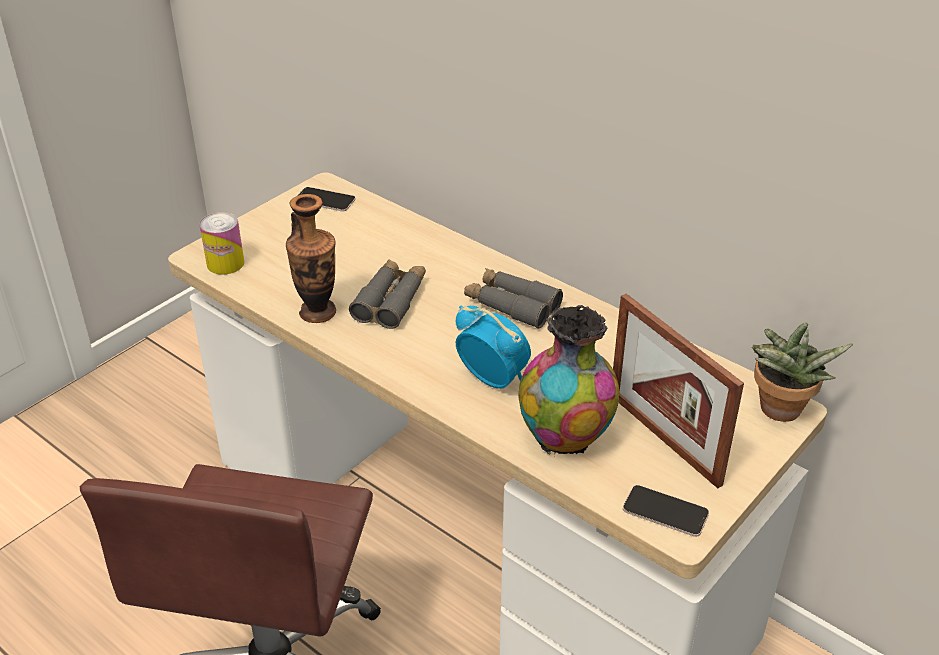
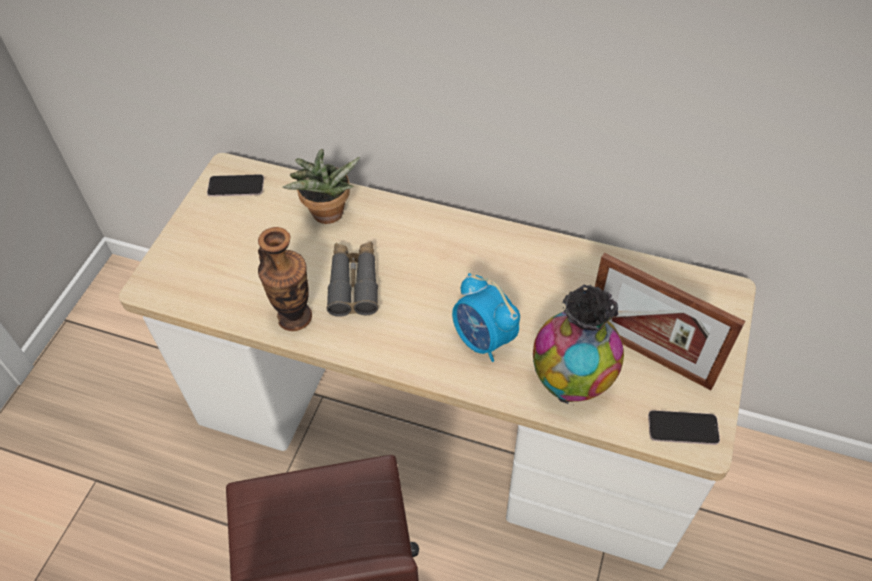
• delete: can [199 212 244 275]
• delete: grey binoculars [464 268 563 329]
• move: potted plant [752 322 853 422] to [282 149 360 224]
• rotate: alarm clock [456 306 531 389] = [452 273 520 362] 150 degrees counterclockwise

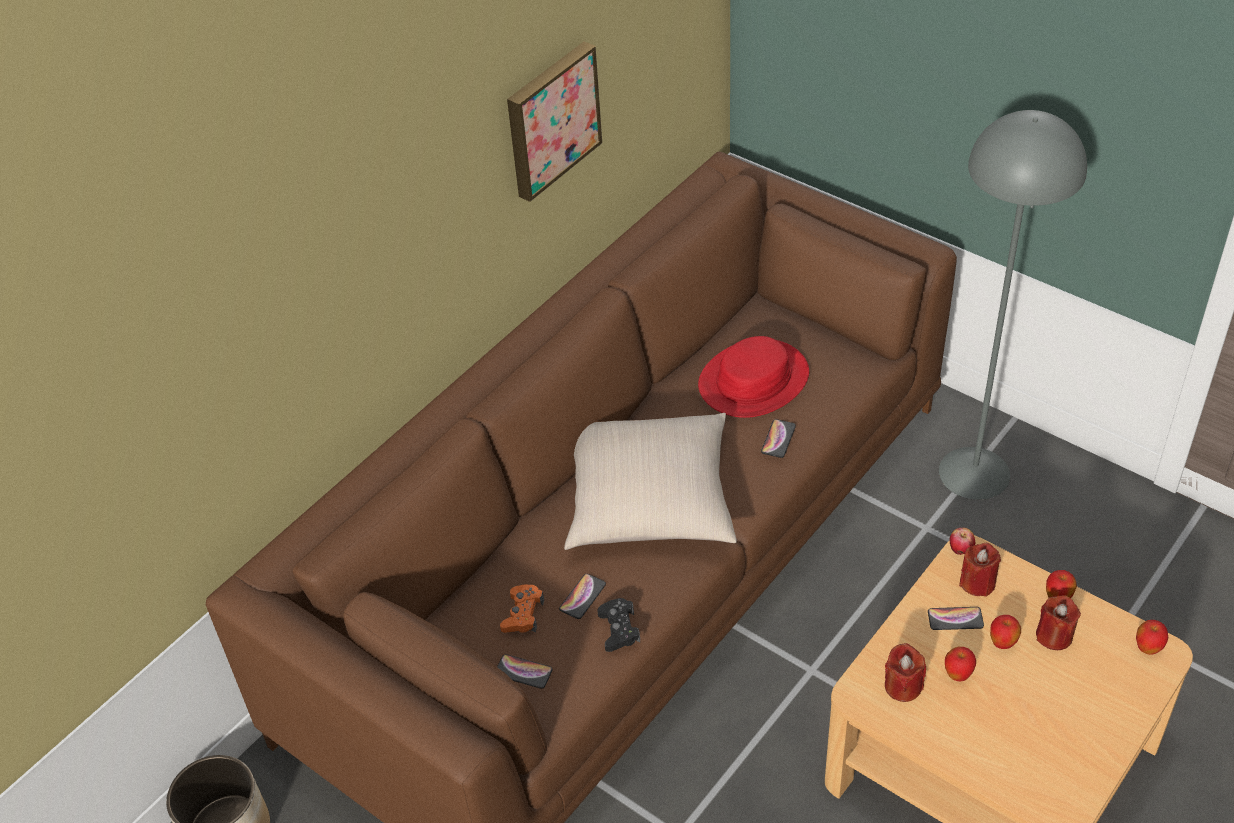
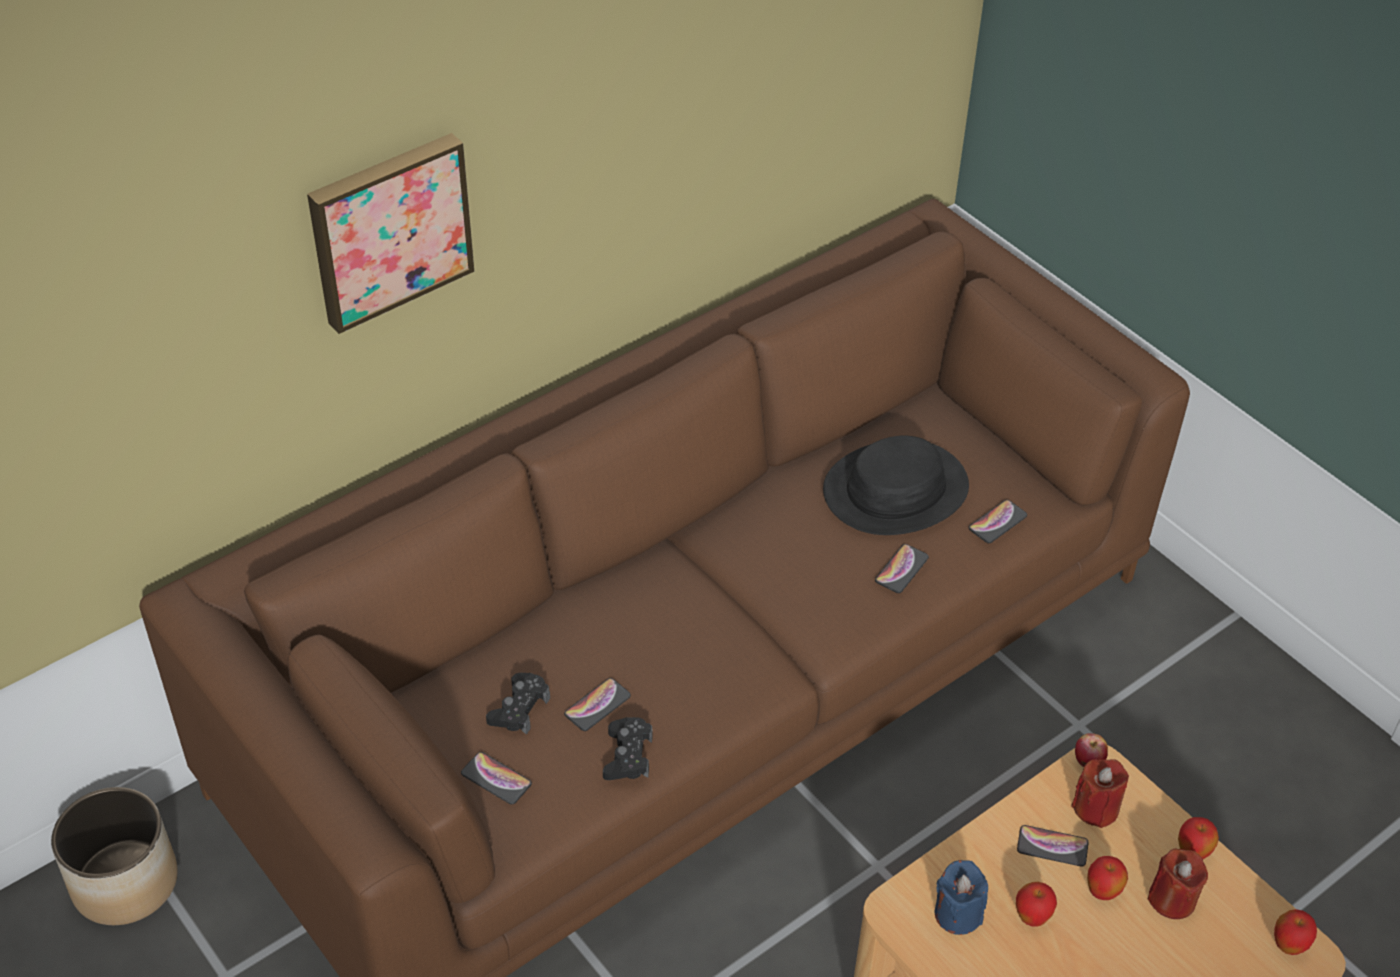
• delete: beige pillow [564 413 737 550]
• delete: grey floor lamp [939 110 1087 500]
• insert: phone [969 500 1027 543]
• move: picture [507 42 602 202] to [307 133 474 334]
• recolor: orange game controller [500 584 544 633] to black game controller [486 673 550 735]
• recolor: red hat [698 336 809 418] to black hat [823 436 969 535]
• recolor: red candle [885 643 926 702] to blue candle [935 860 988 935]

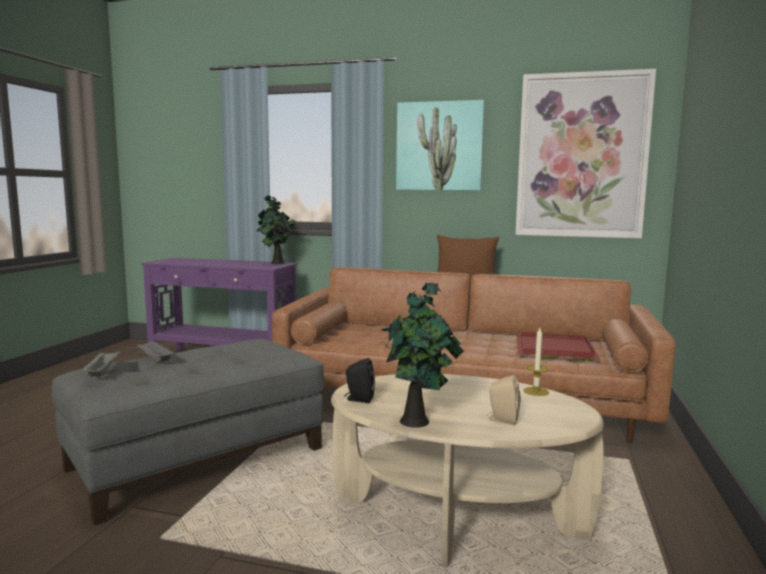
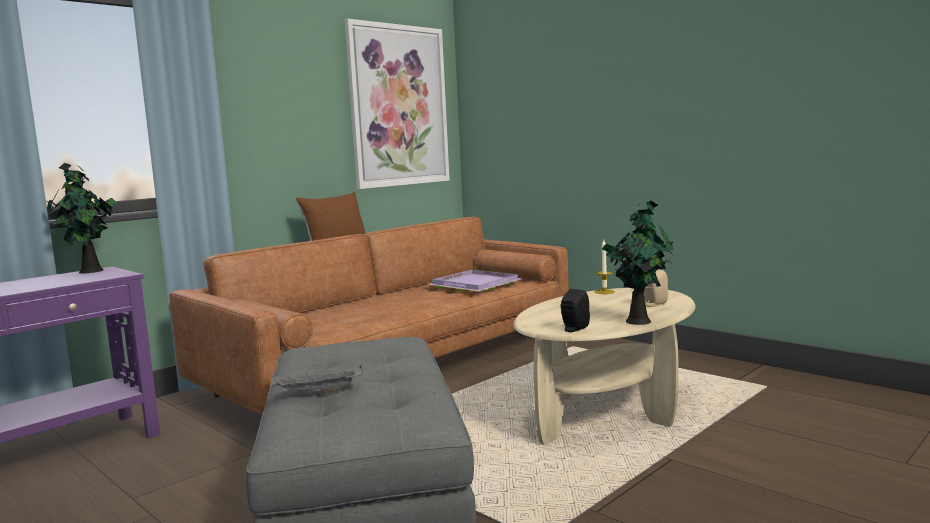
• delete: grey tray [81 351 121 376]
• delete: picture [396 100 484 190]
• recolor: red tray [517 332 600 361] to purple tray [428 269 522 291]

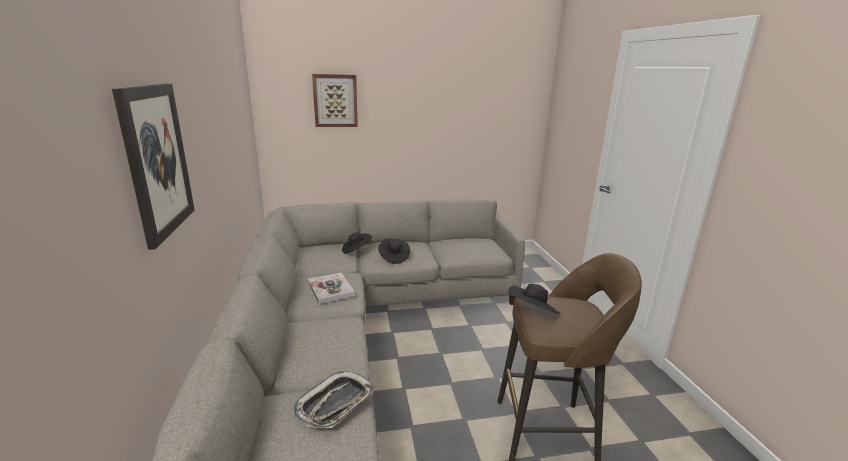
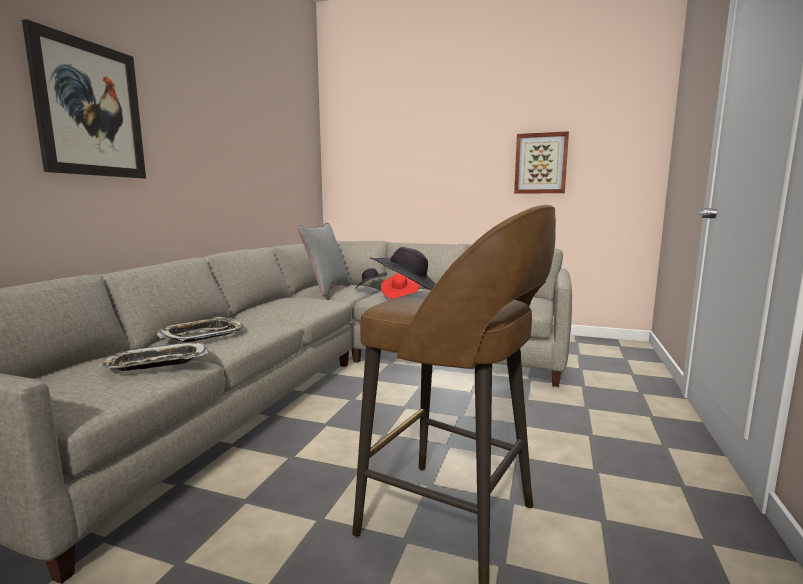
• delete: book [308 273 355 304]
• insert: tray [157 317 245 342]
• insert: grey pillow [297 223 351 297]
• move: picture [312 74 358 127] to [514 131 569 194]
• recolor: black hat [378 238 410 264] to red hat [381 273 420 299]

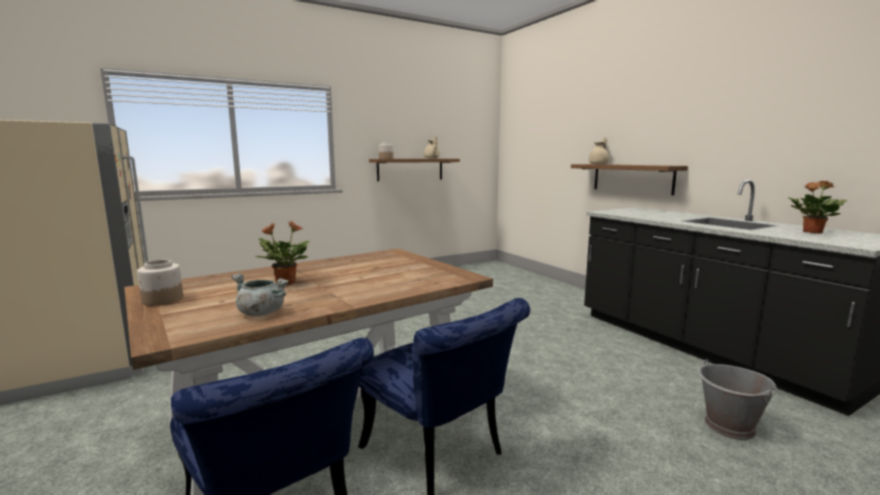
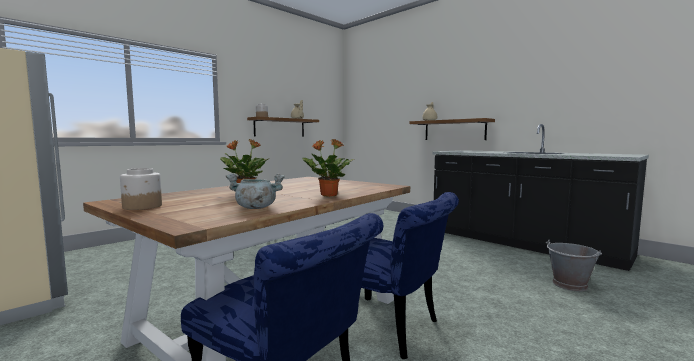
• move: potted plant [788 181 847 234] to [302 139 354 197]

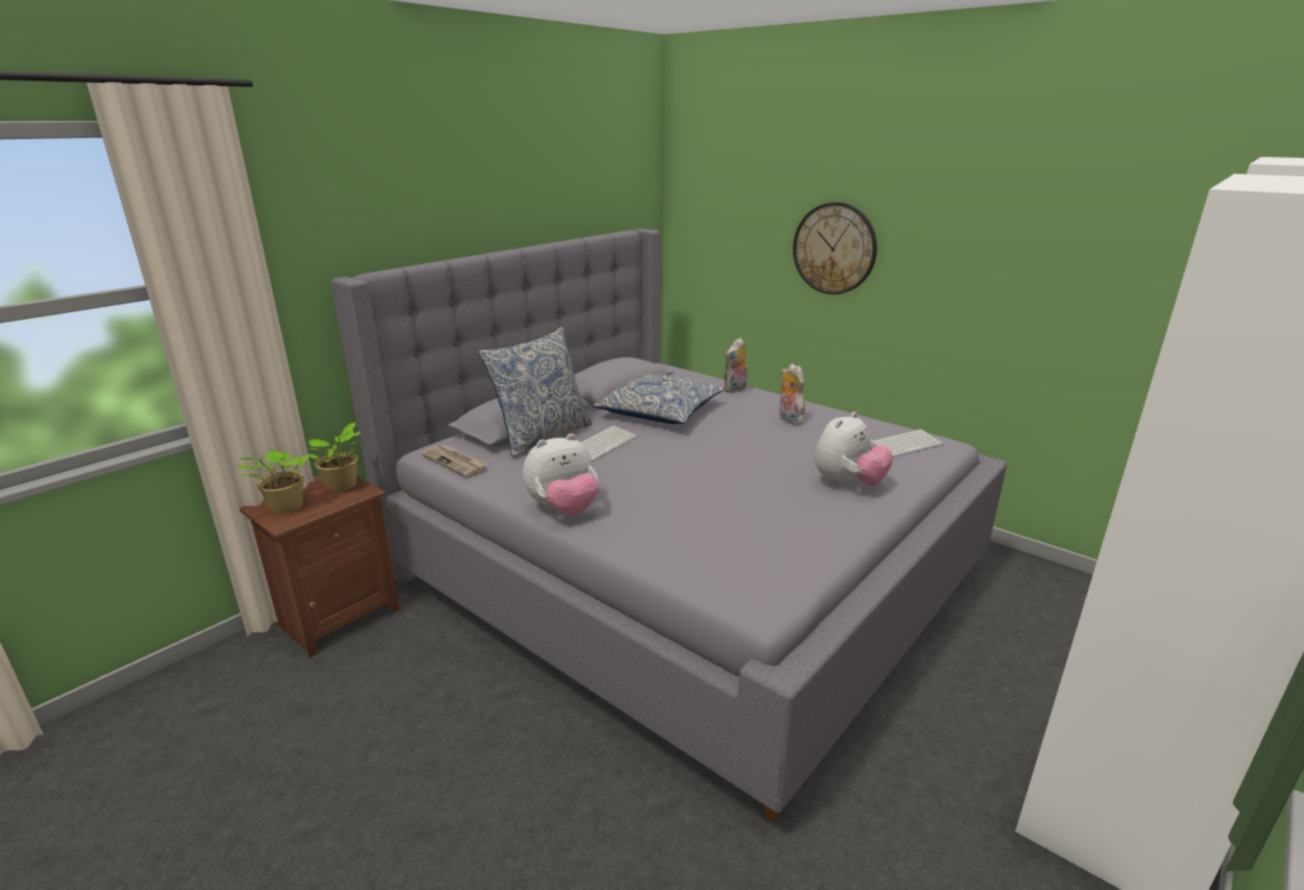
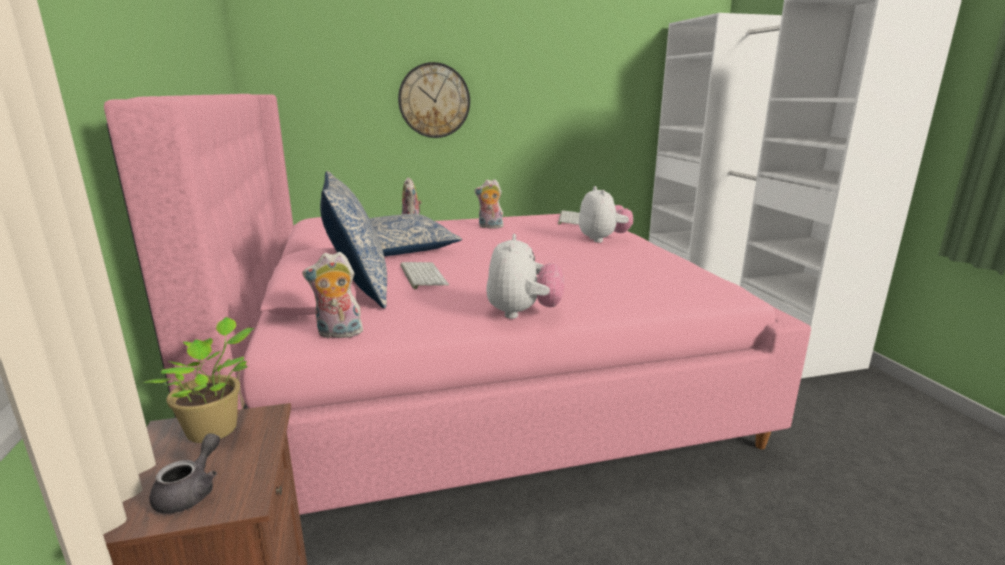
• replace: potted plant [236 450 309 514] to grey teapot [149 433 220 514]
• replace: newspaper [421 445 487 477] to plush toy [302 252 363 339]
• recolor: grey bed [331 229 1007 822] to pink bed [104 94 811 515]

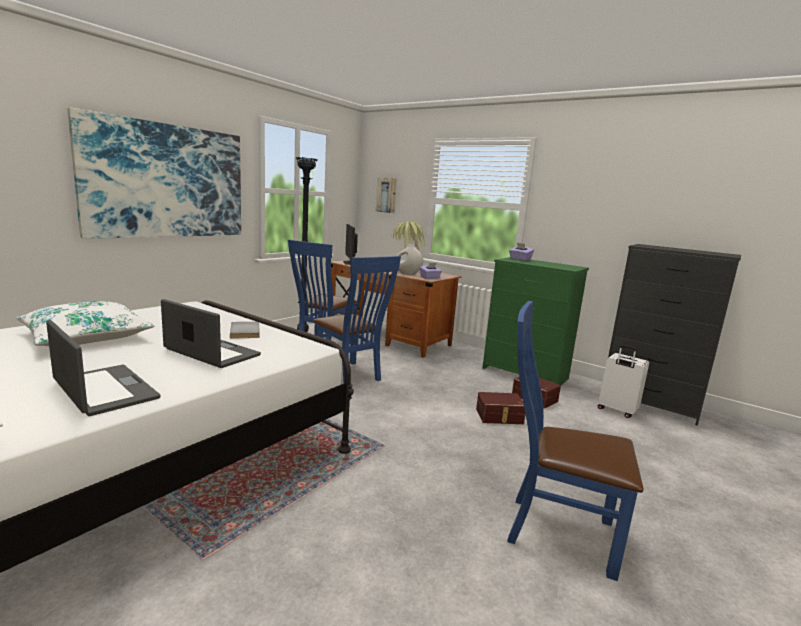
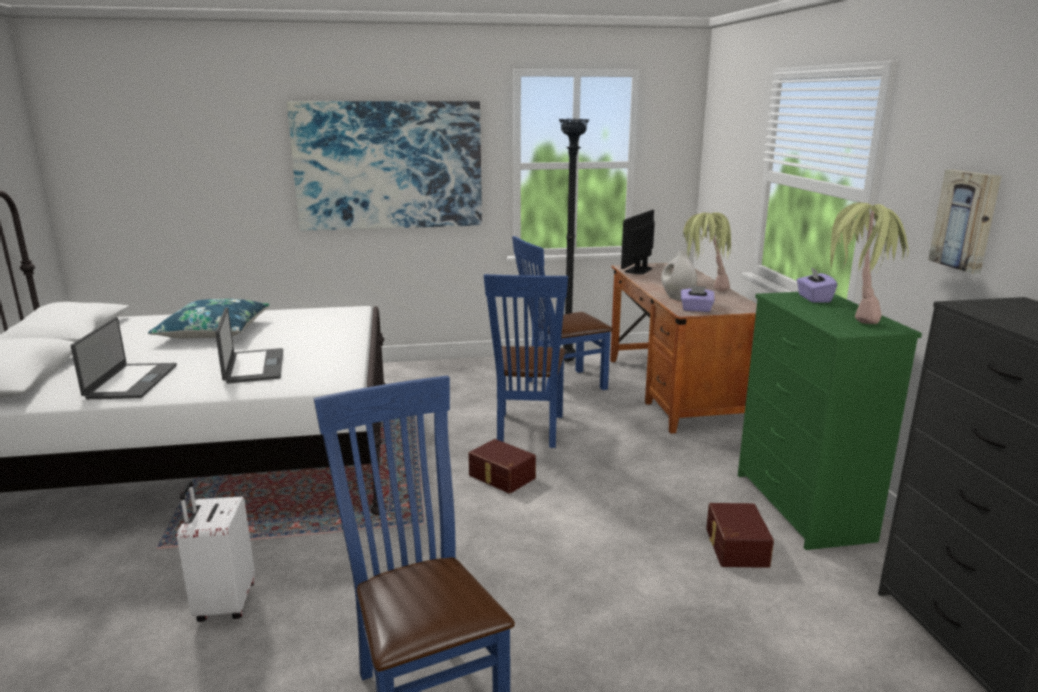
• delete: grey book [230 322 260 339]
• insert: potted plant [827 202 909 324]
• move: picture [375 178 397 213] to [928 170 1001 274]
• move: brown storage box [476 392 526 424] to [468 439 536 494]
• move: white suitcase [598 345 649 418] to [177 481 255 622]
• recolor: white pillow [17 301 154 346] to blue pillow [148 299 270 338]

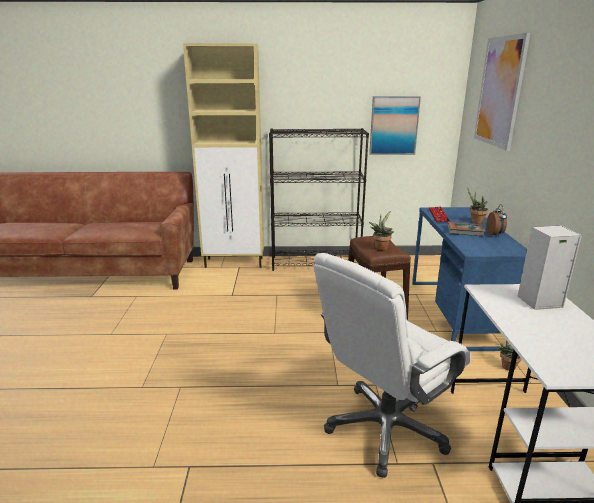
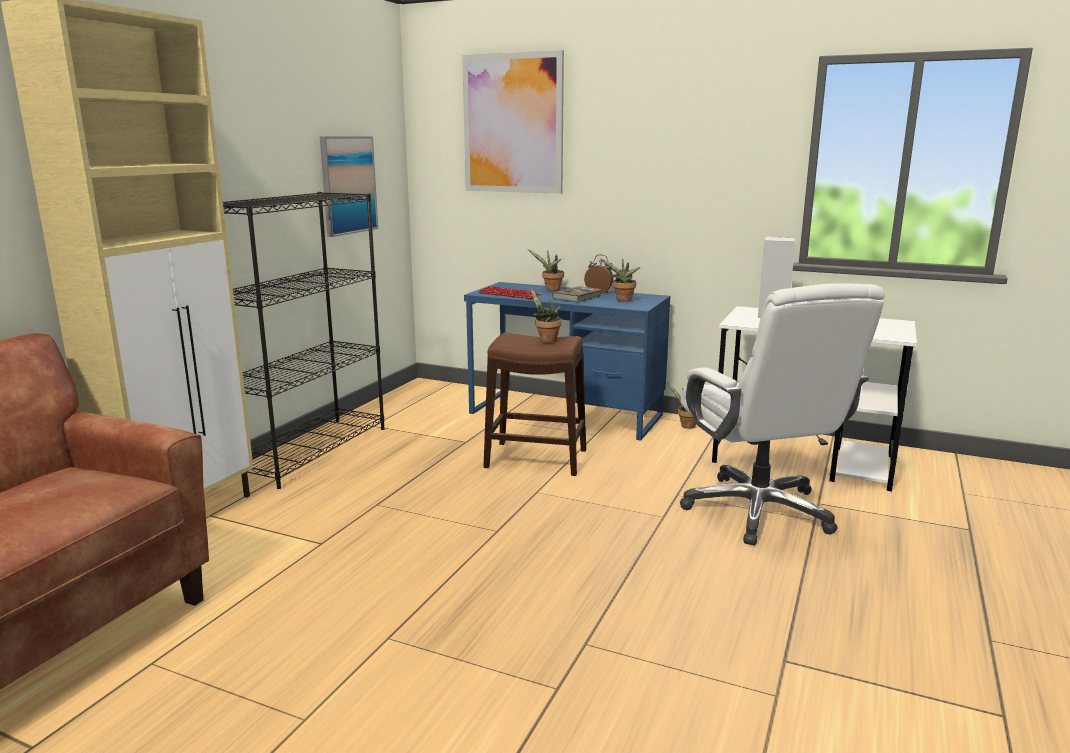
• insert: potted plant [601 258 640 302]

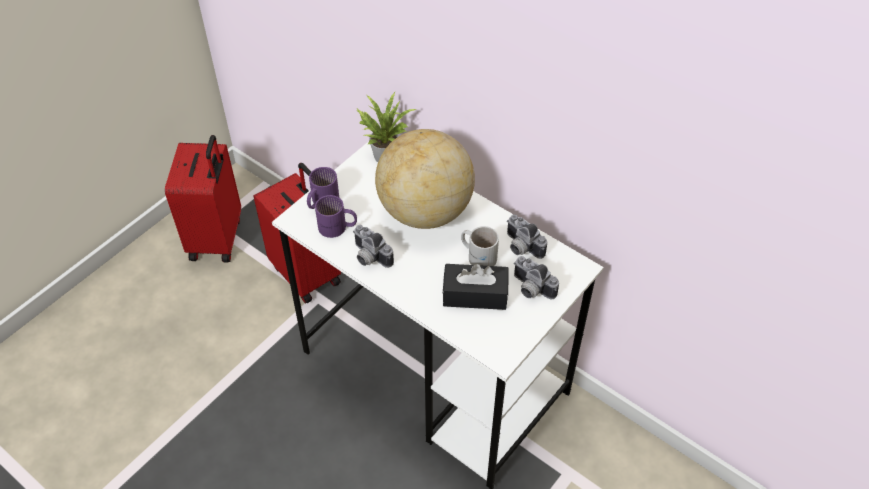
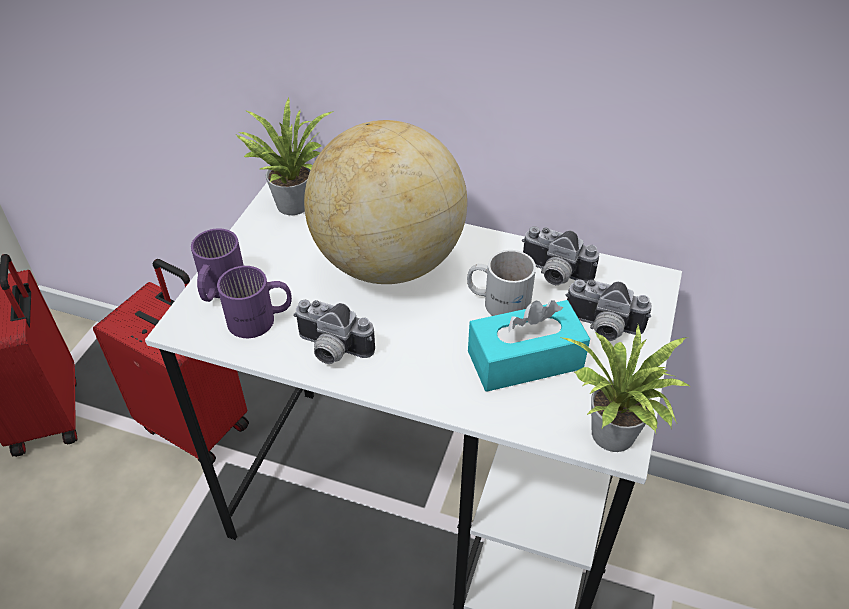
• insert: potted plant [561 325 689 452]
• recolor: black tissue box [442 264 509 310] to turquoise tissue box [468 300 590 392]

